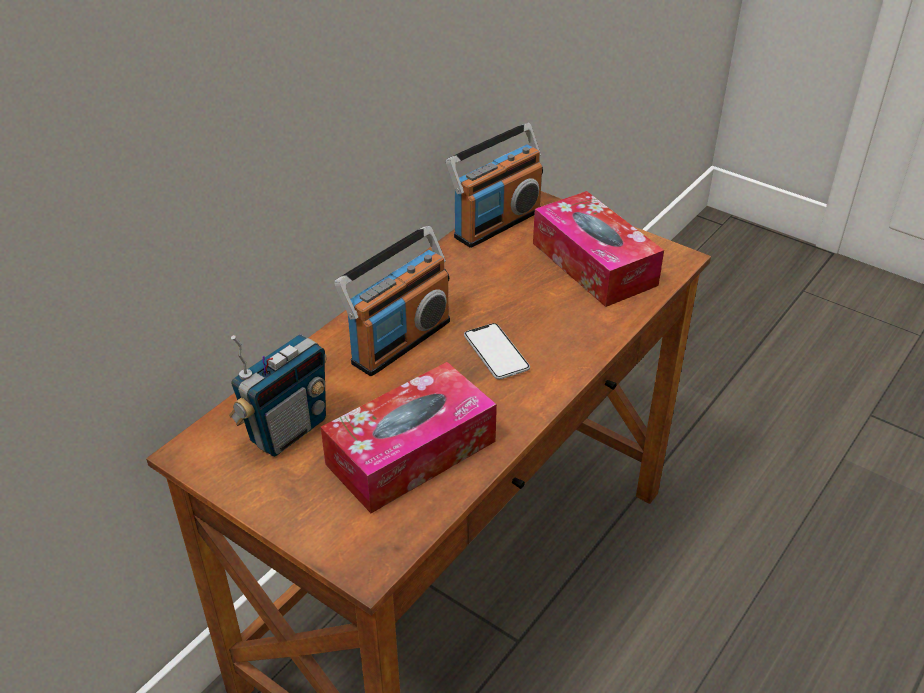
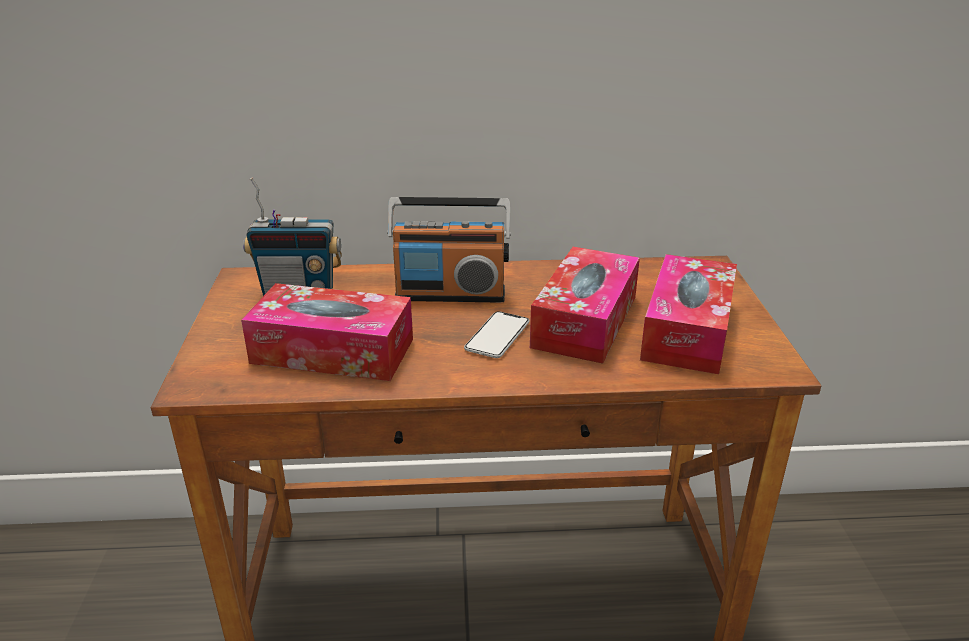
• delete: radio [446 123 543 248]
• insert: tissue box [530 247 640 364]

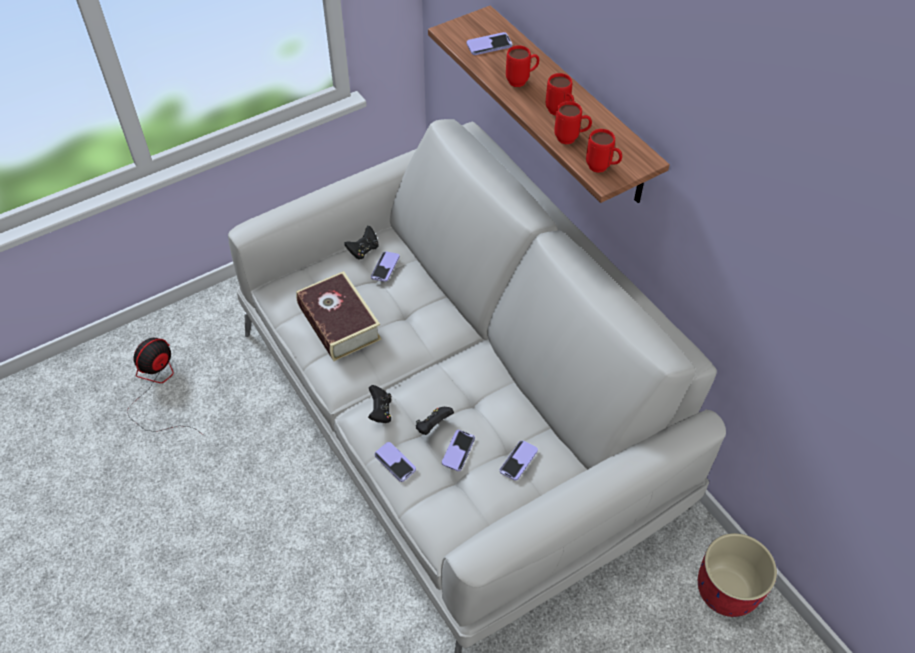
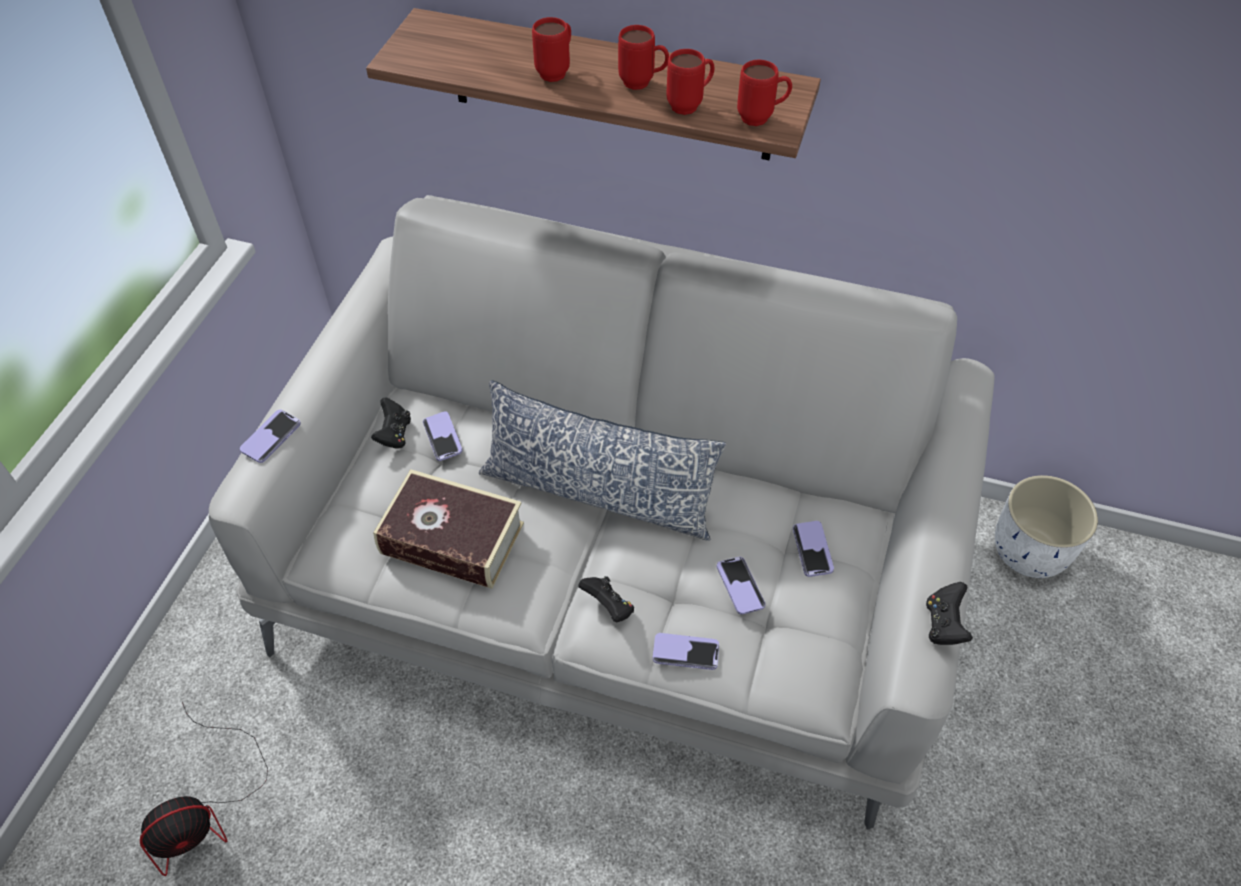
• insert: pillow [479 380 726 541]
• move: black game controller [416 407 454 435] to [926 582 973 645]
• move: phone [467 32 512 55] to [240 410 301 463]
• recolor: red planter [698 533 777 617] to white planter [995 475 1098 578]
• rotate: fan [127 338 203 435] = [140 702 268 876] 120 degrees counterclockwise

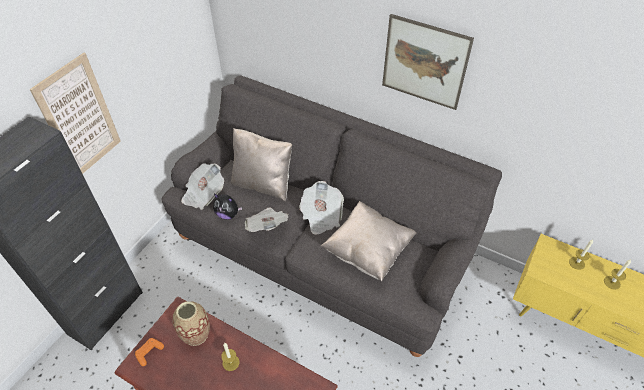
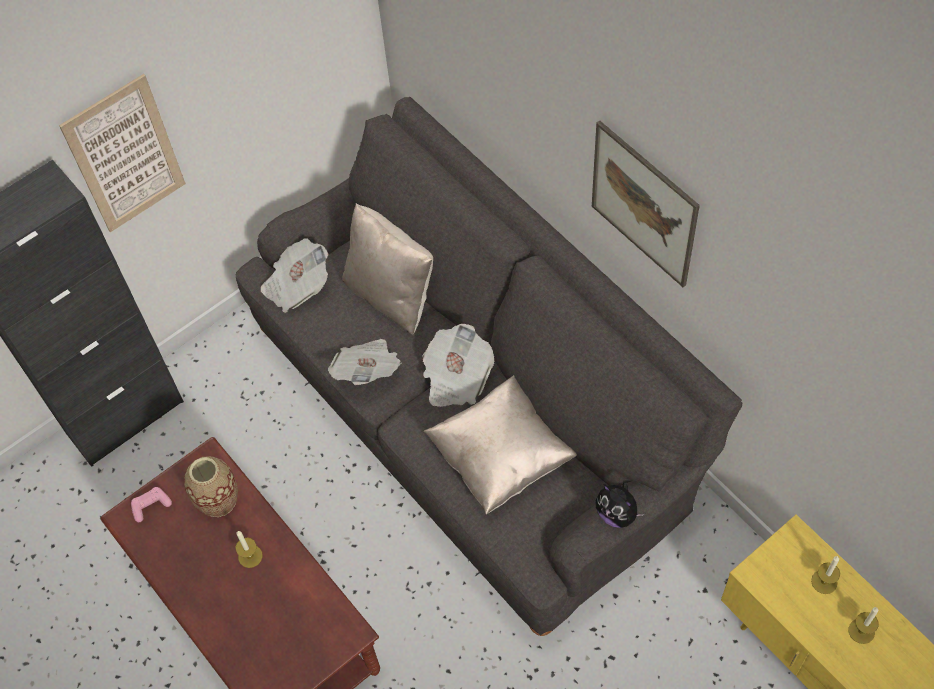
• move: plush toy [213 194 242 220] to [596 482 645 528]
• recolor: orange game controller [135 338 164 366] to pink game controller [131 487 172 522]

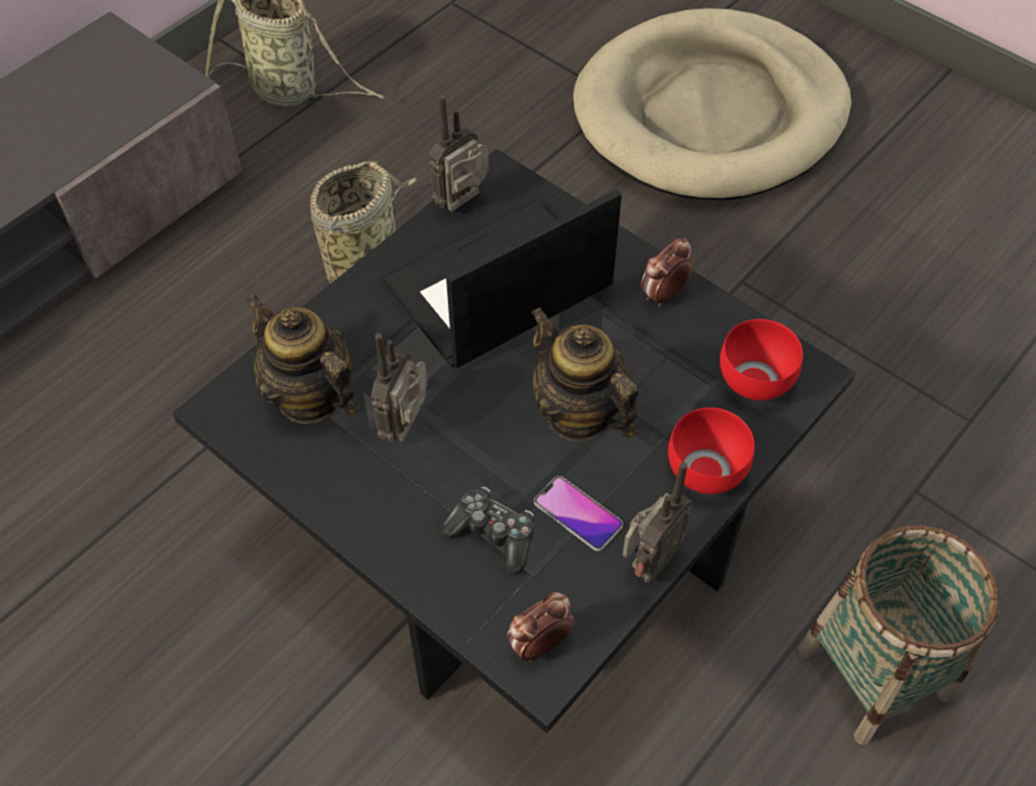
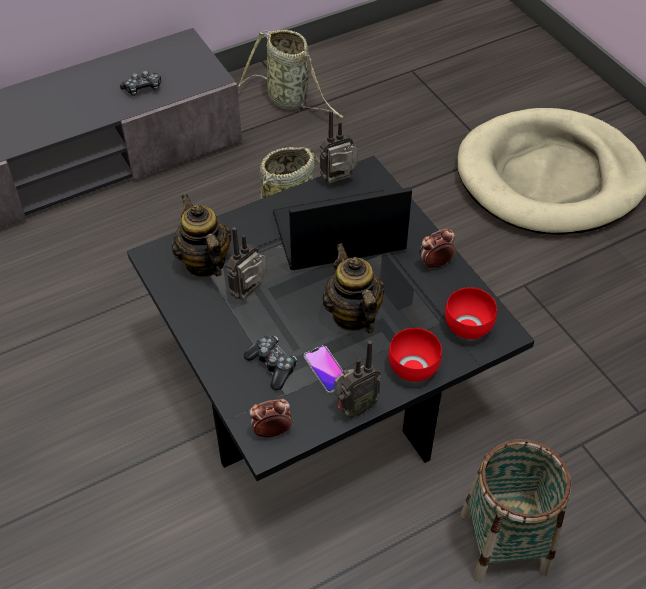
• insert: game controller [120 71 161 96]

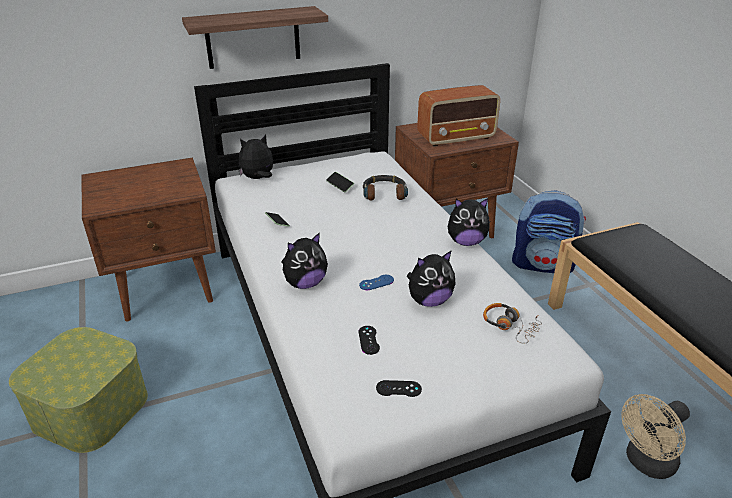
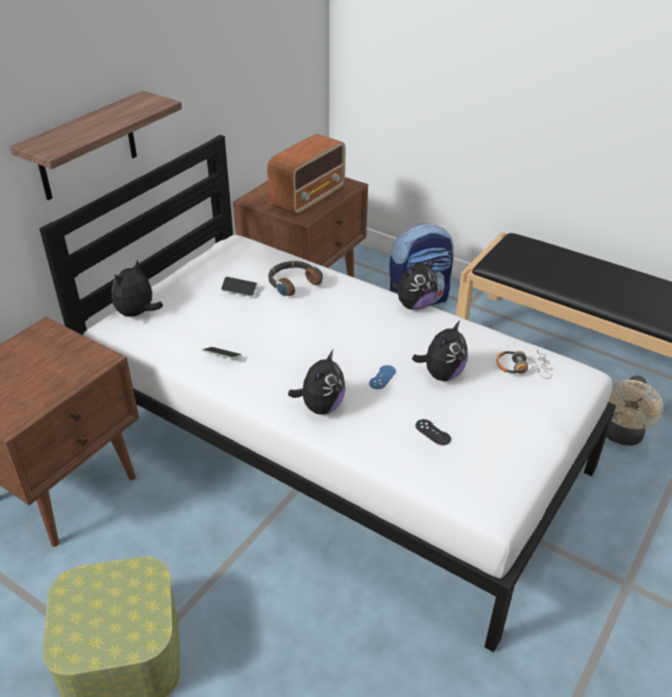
• delete: black game controller [376 380 422 397]

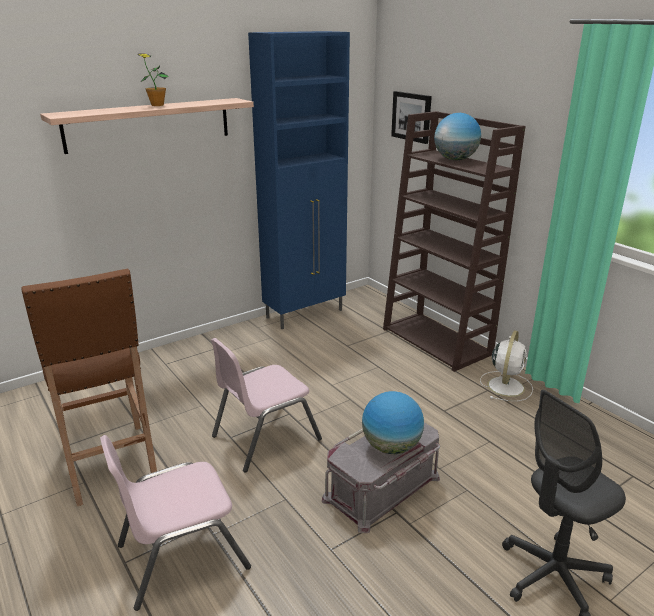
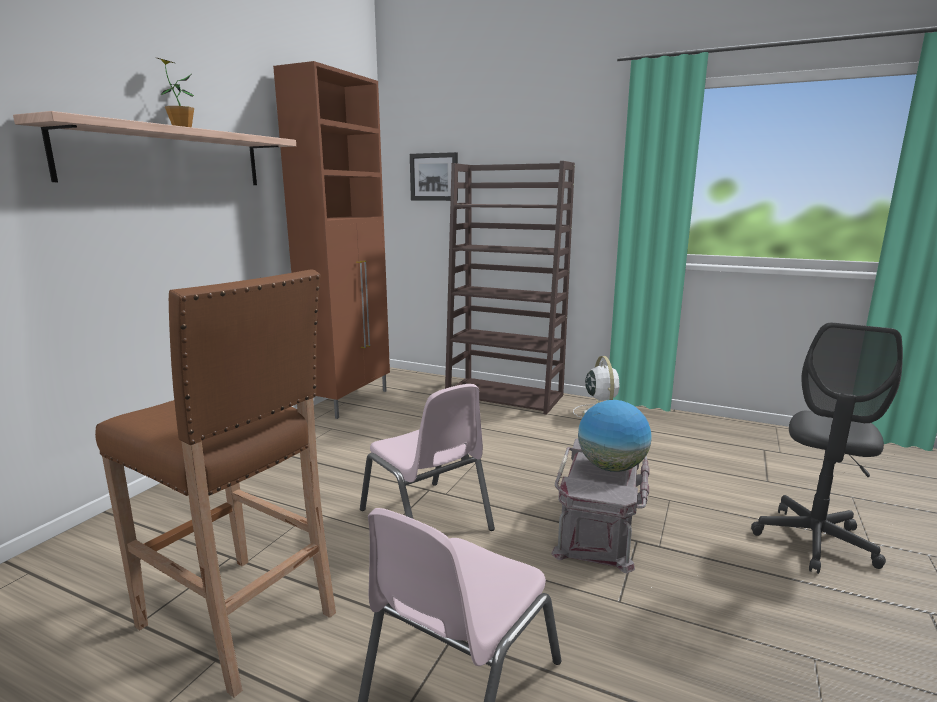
• delete: globe [434 113 481 160]
• recolor: blue cabinet [248 31 350 329] to brown cabinet [273 61 390 419]
• rotate: pink chair [211 338 322 472] = [360 384 495 531] 60 degrees counterclockwise

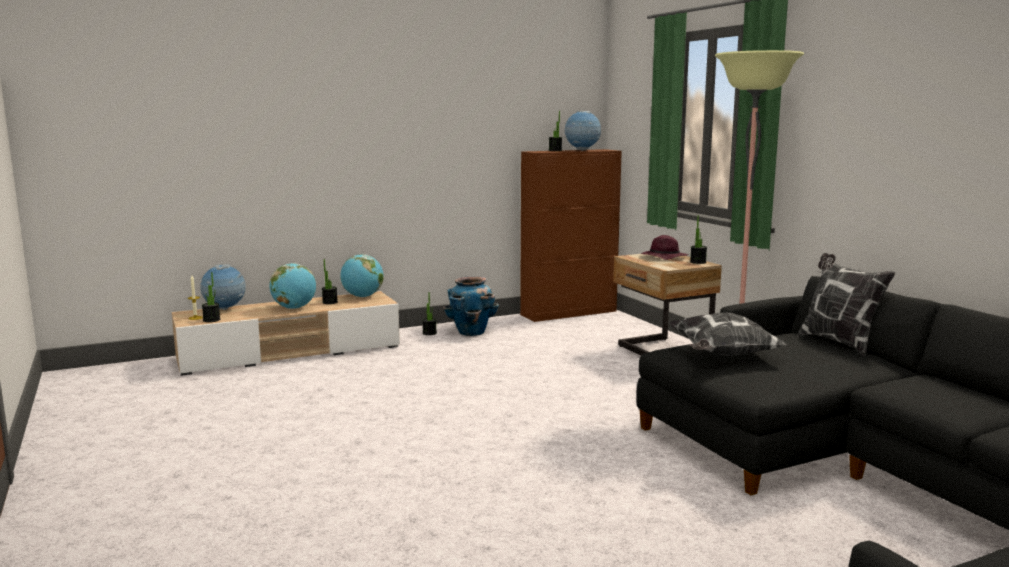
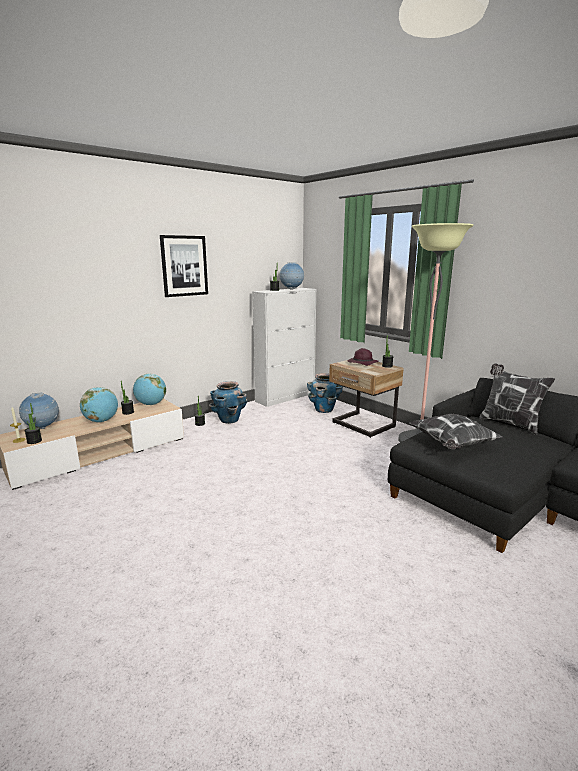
• insert: picture [160 235 208 297]
• insert: planter [307 373 343 413]
• recolor: brown cabinet [520 149 622 322] to white cabinet [252 288 316 407]

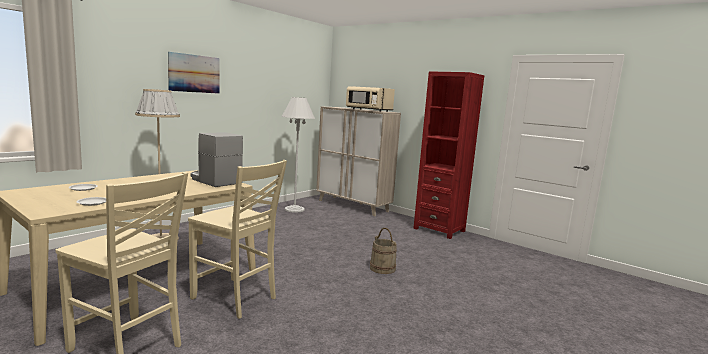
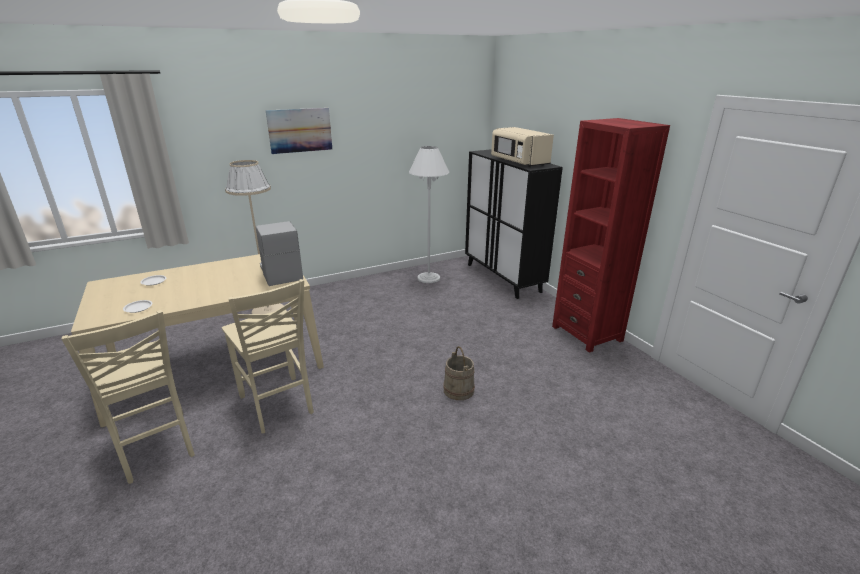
• recolor: beige cabinet [316 107 401 216] to black cabinet [465 149 563 299]

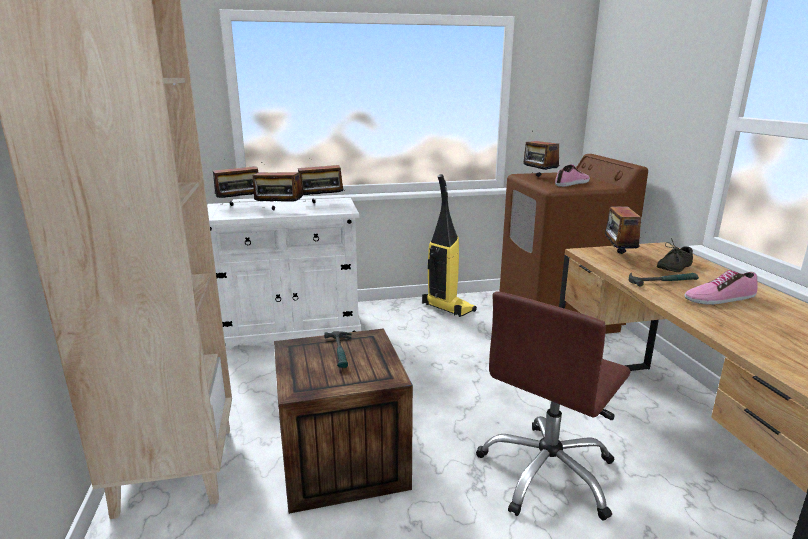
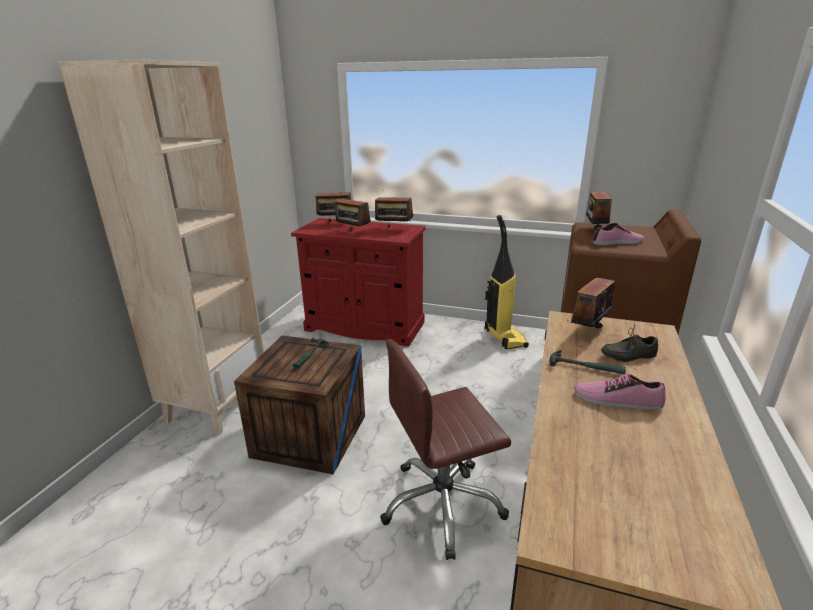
• recolor: white cabinet [207 198 361 351] to red cabinet [291 218 426 347]

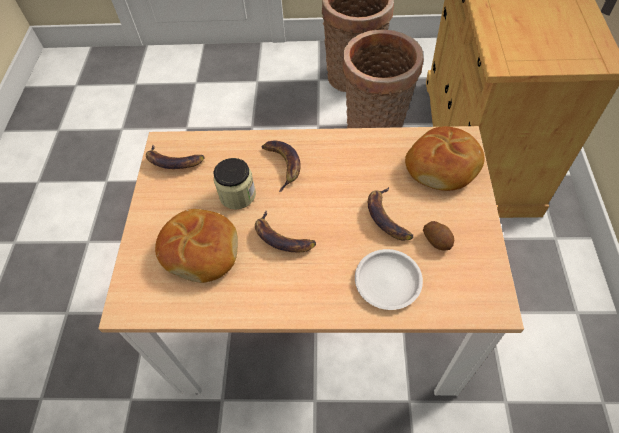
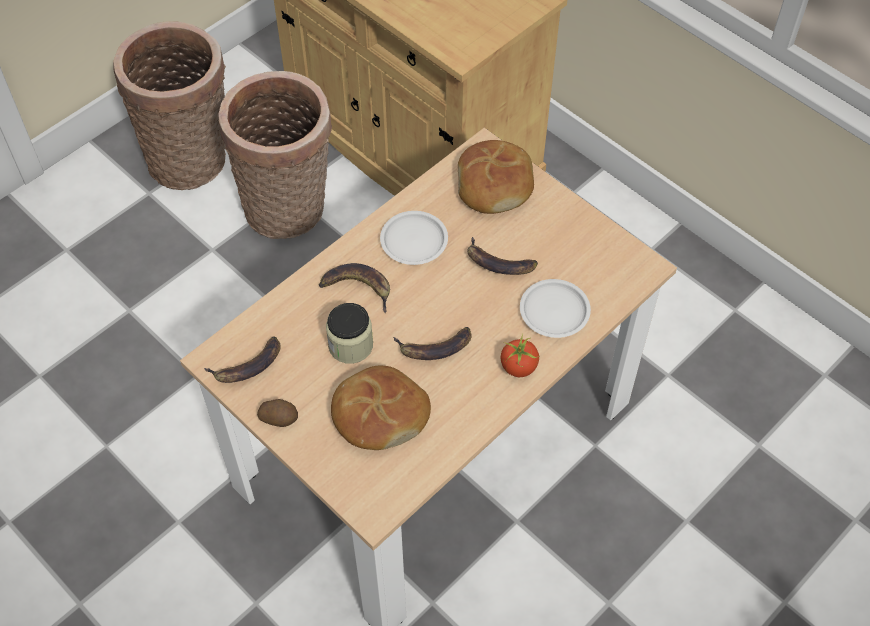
• insert: white plate [380 211 448 265]
• insert: tomato [501 334 540 377]
• move: potato [423 221 454 251] to [257 399 298 427]

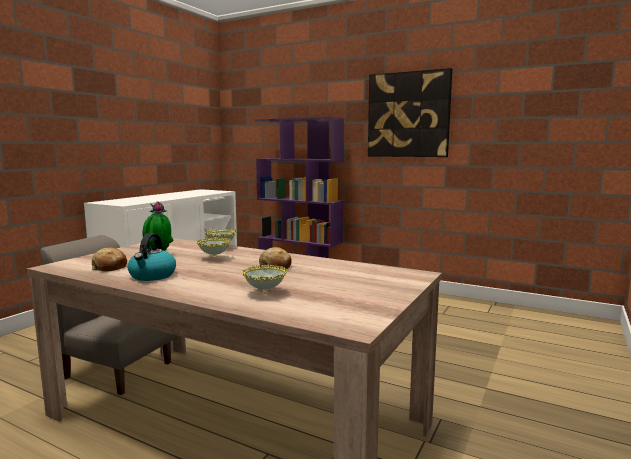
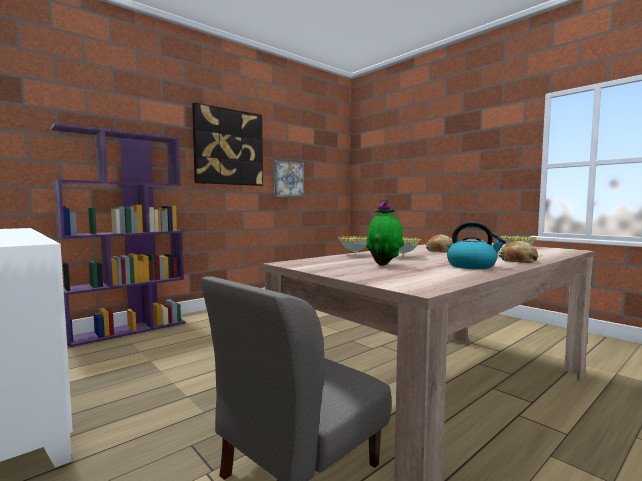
• insert: picture [274 160 304 197]
• move: bread [92 248 127 272] to [499 241 538 263]

